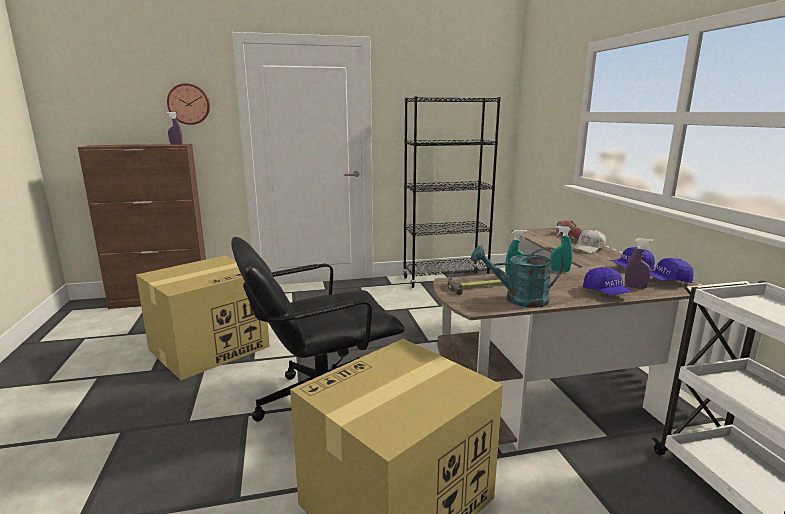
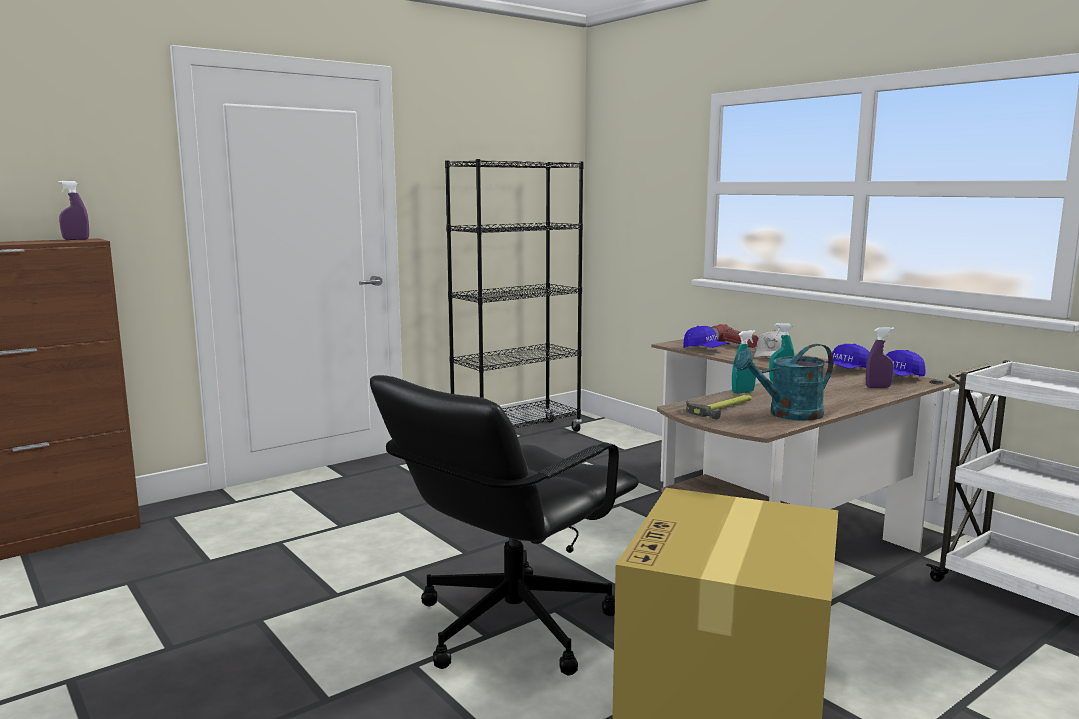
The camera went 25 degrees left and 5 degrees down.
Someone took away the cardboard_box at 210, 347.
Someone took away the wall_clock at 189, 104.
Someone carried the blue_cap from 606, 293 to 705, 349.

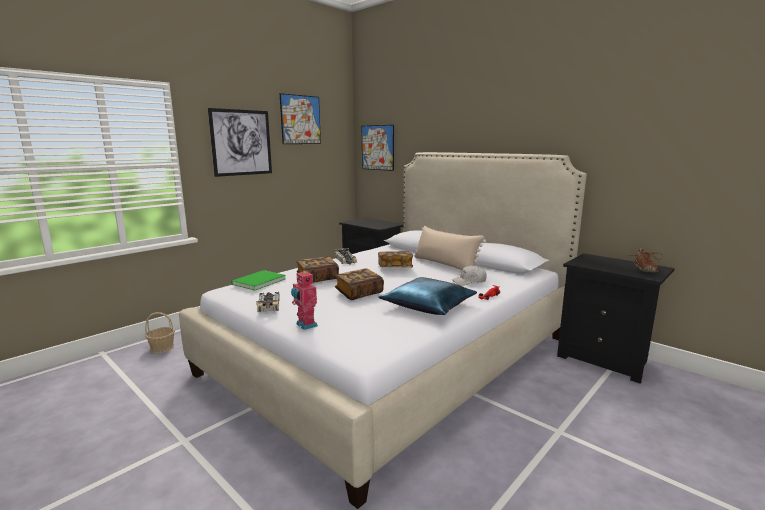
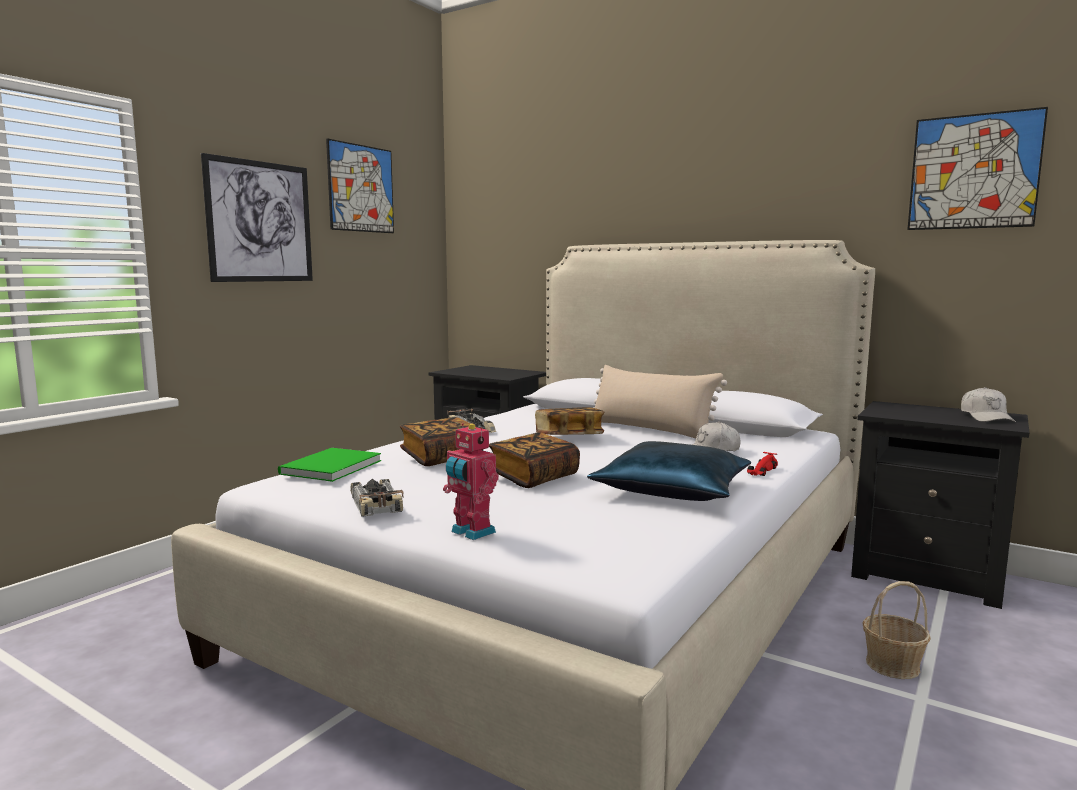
The camera went 10 degrees left and 5 degrees down.
Someone carried the basket from 162, 348 to 892, 665.
Someone carried the picture from 377, 147 to 974, 172.
Someone swapped the brown_shoe at 644, 269 for the white_cap at 986, 417.

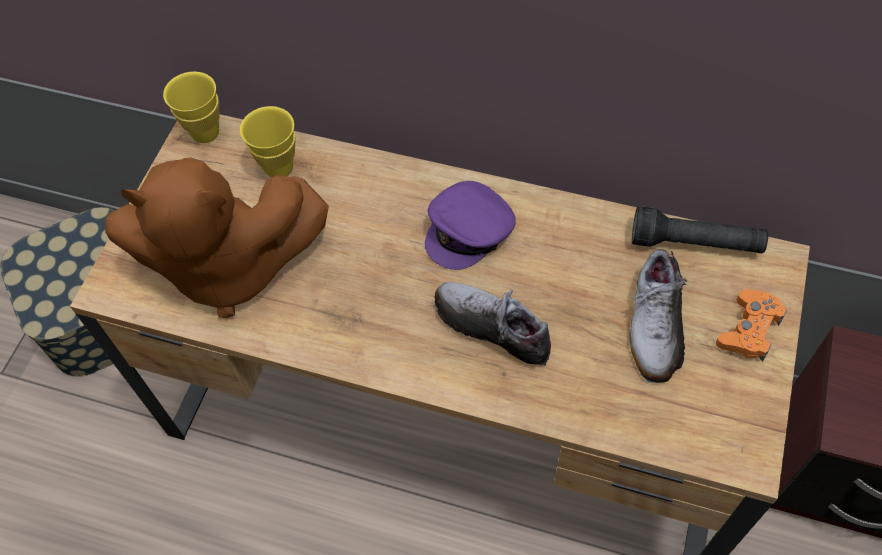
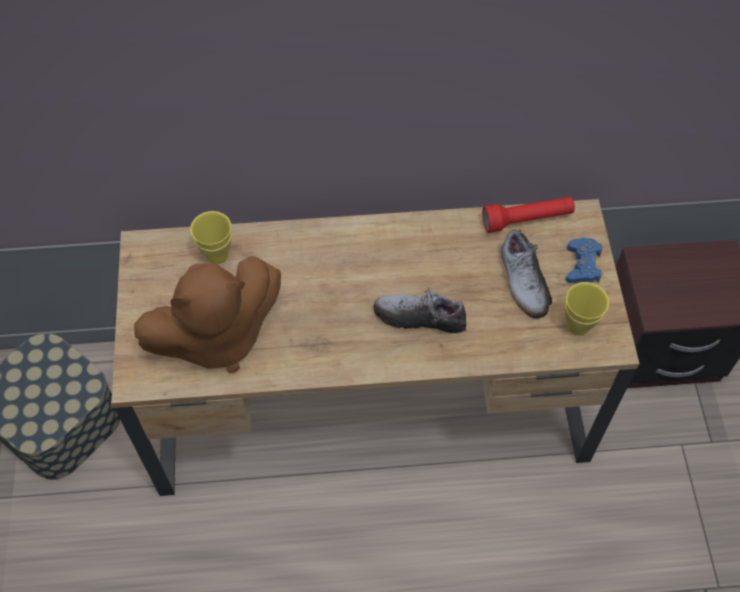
The camera went 25 degrees left and 0 degrees up.
Someone carried the yellow_cup from 205, 133 to 578, 326.
Someone took away the purple_cap at 470, 231.
Someone repainted the black_flashlight at 695, 243, which became the red_flashlight at 527, 220.
Someone repainted the orange_game_controller at 749, 330, which became the blue_game_controller at 582, 265.

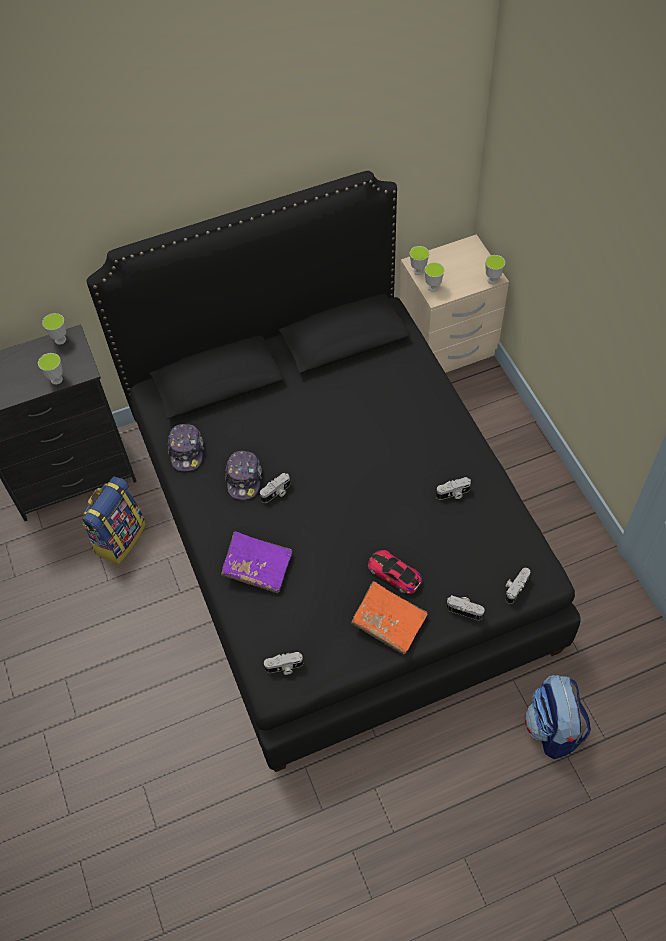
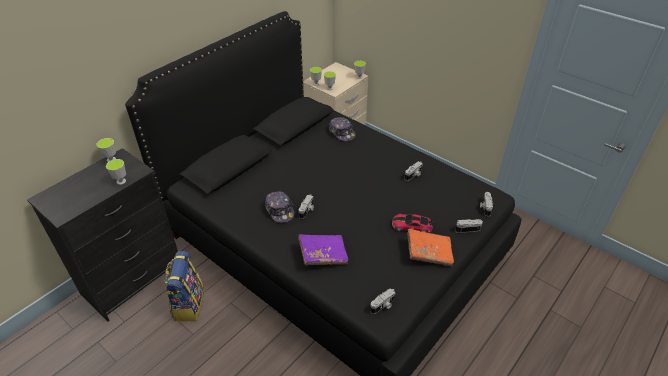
The camera went 30 degrees left and 15 degrees down.
Someone carried the cap from 186, 451 to 342, 133.
Someone took away the backpack at 552, 728.

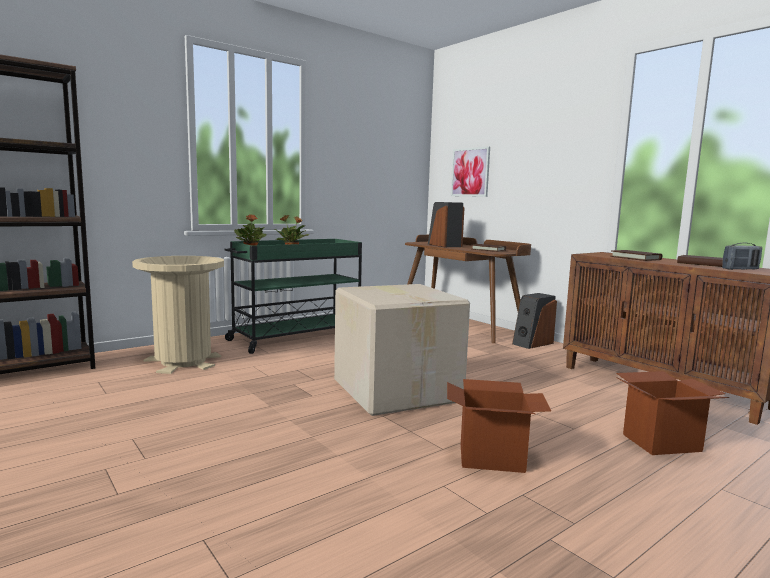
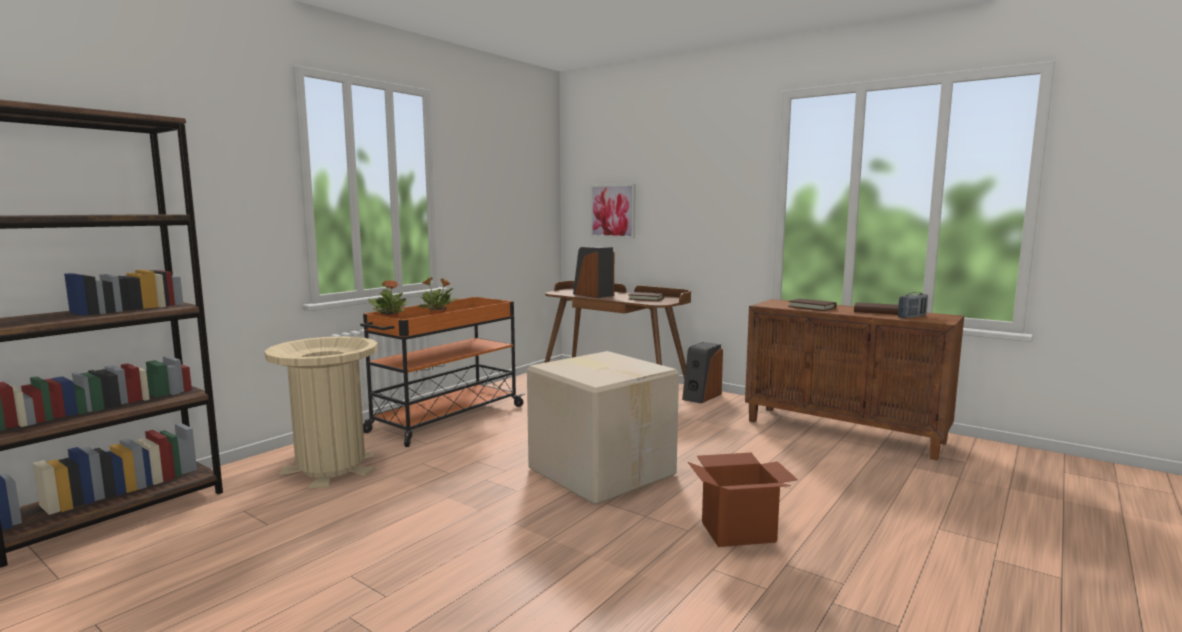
The camera went 15 degrees left and 0 degrees up.
Someone repainted the green_cart at 296, 338, which became the orange_cart at 445, 419.
Someone took away the cardboard_box at 661, 443.

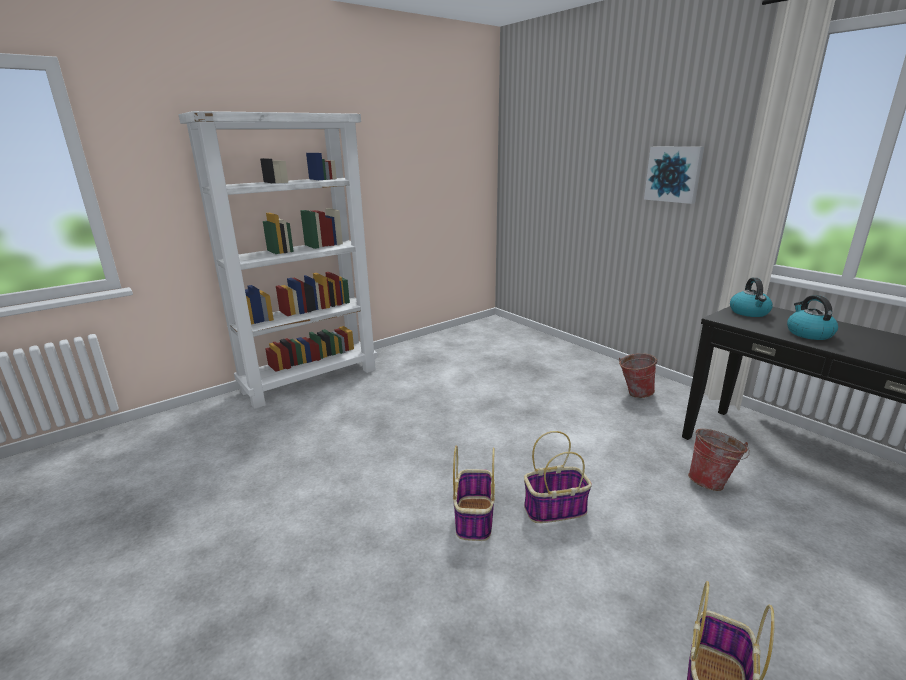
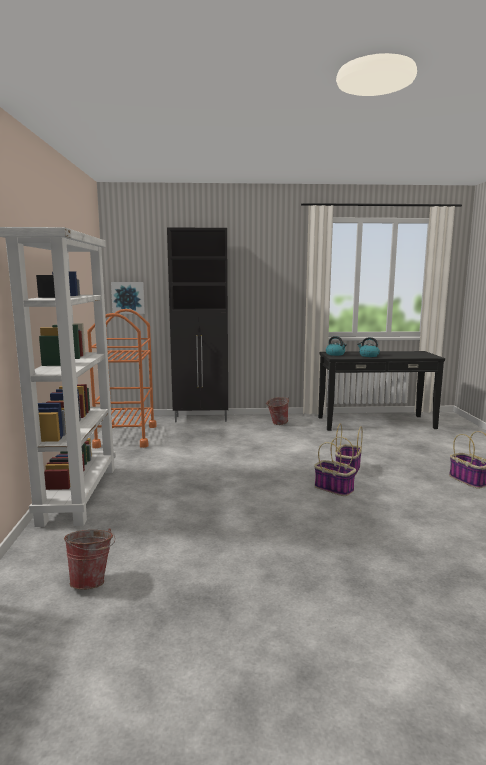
The camera went 55 degrees left and 10 degrees down.
Someone carried the picture from 674, 174 to 128, 297.
Someone carried the bucket from 712, 482 to 92, 581.
Someone put down the orange_cart at 126, 436.
Someone put down the black_cabinet at 202, 419.

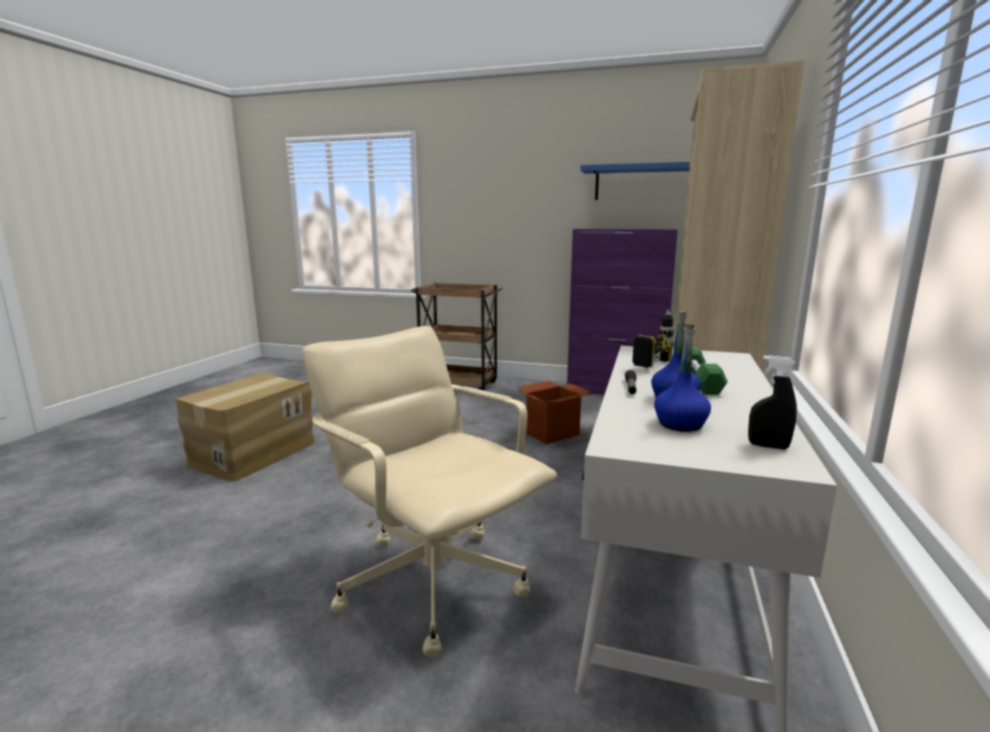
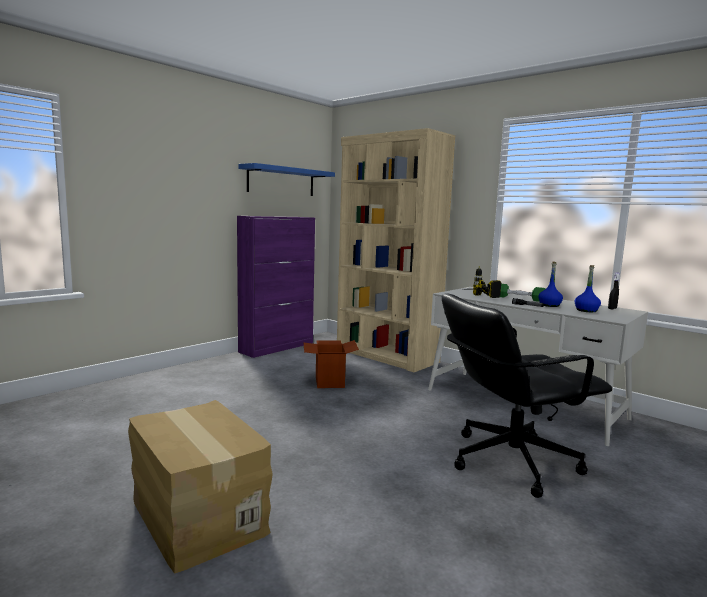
The camera went 65 degrees left and 5 degrees down.
Someone repainted the beige_office_chair at 432, 581, which became the black_office_chair at 510, 460.
Someone took away the brown_cart at 459, 385.

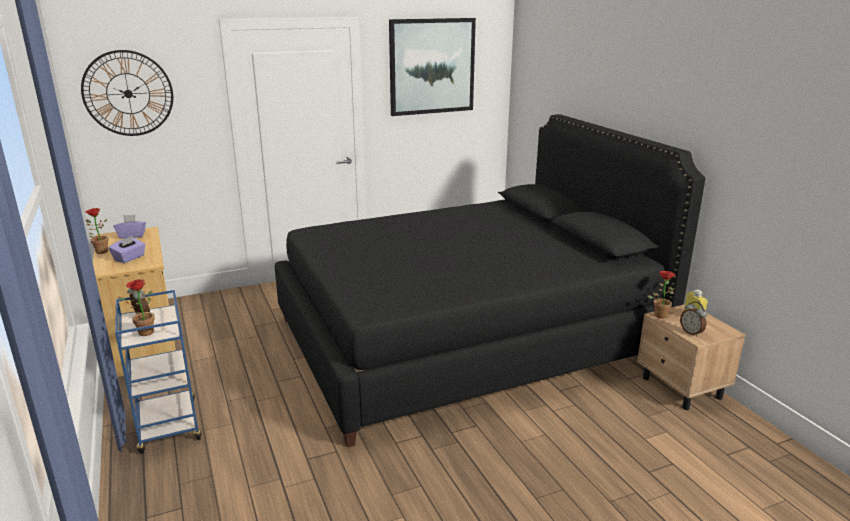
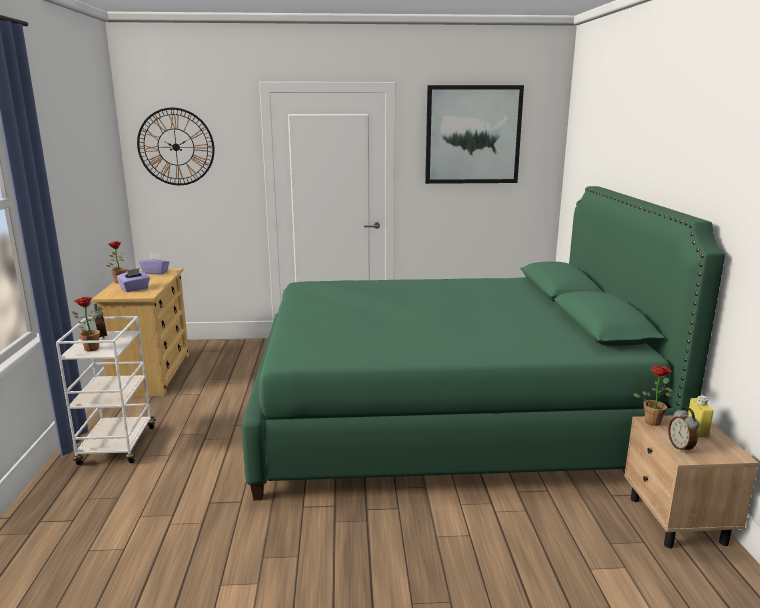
The camera went 20 degrees right and 5 degrees down.
Someone repainted the blue_cart at 169, 426, which became the white_cart at 117, 446.
Someone repainted the black_bed at 465, 338, which became the green_bed at 445, 418.

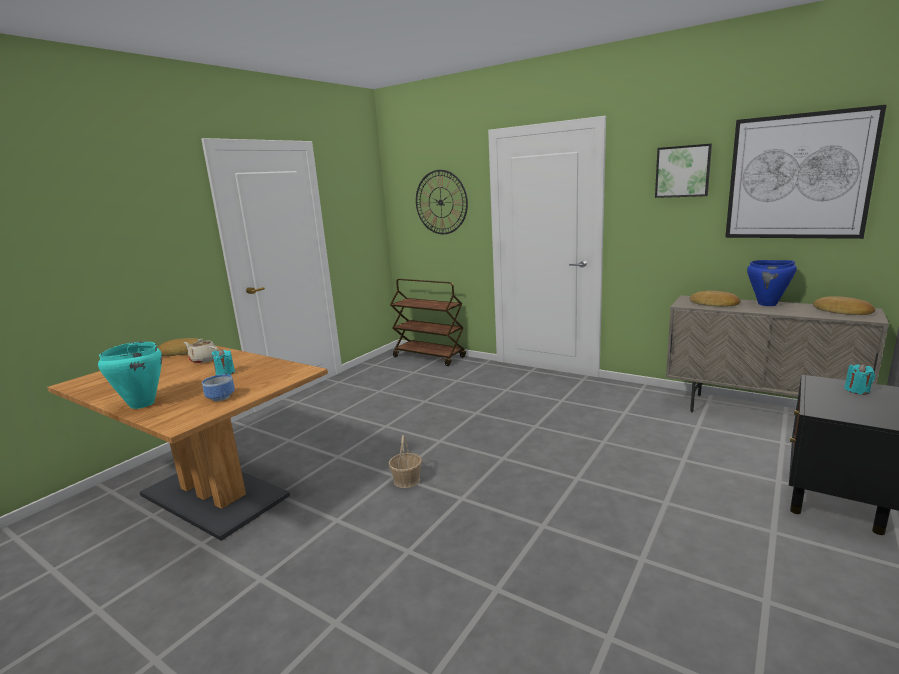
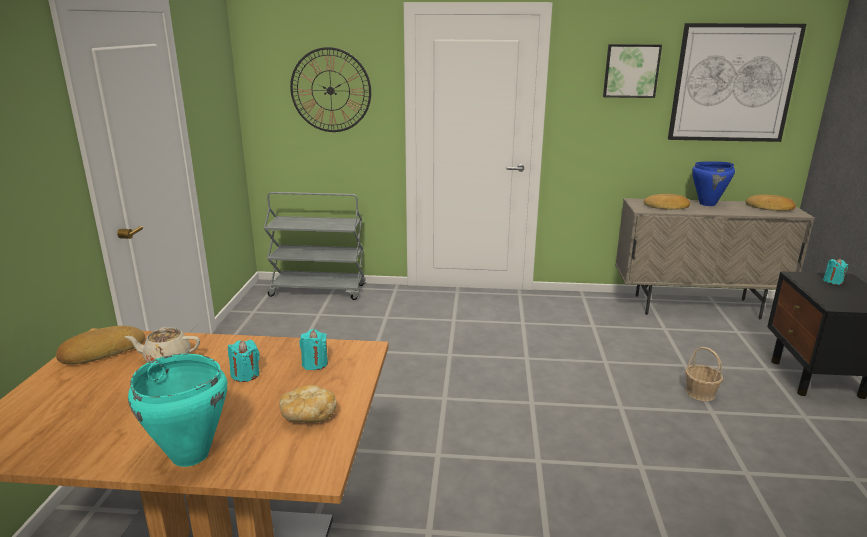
The camera went 30 degrees left and 5 degrees up.
Someone swapped the bowl at 219, 398 for the bread at 307, 416.
Someone carried the basket from 407, 480 to 700, 393.
Someone repainted the brown_cart at 430, 357, which became the grey_cart at 319, 290.
Someone put down the turquoise_candle at 315, 364.

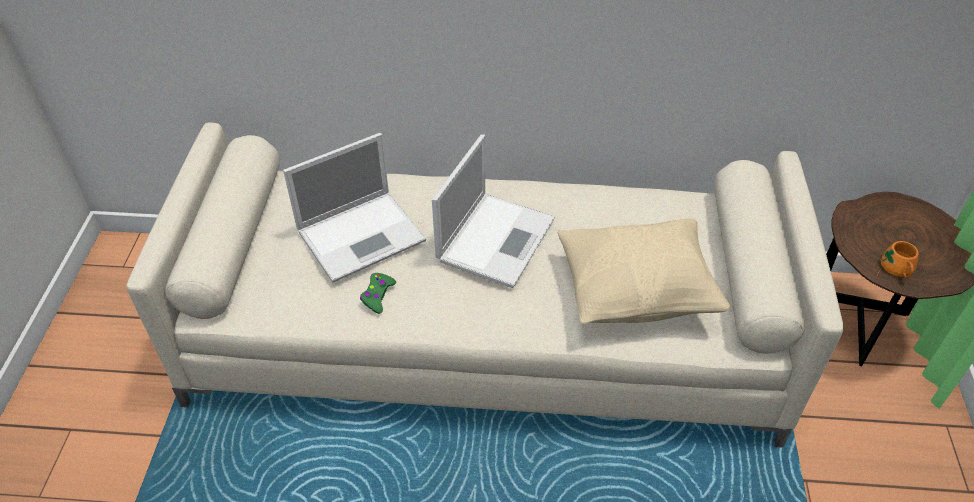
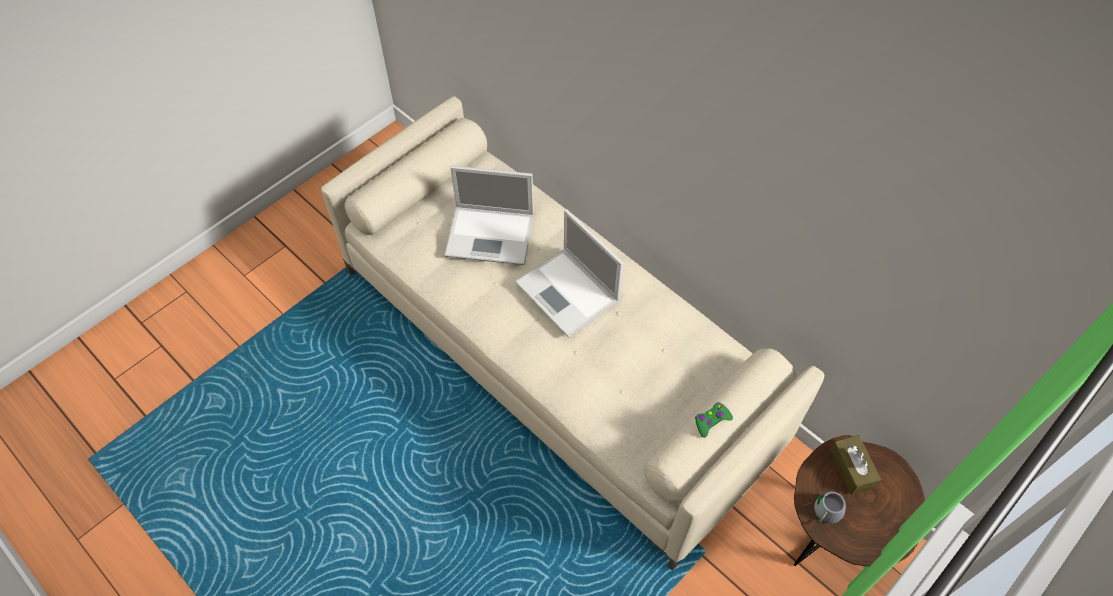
The camera went 40 degrees right and 10 degrees up.
Someone carried the green_game_controller from 377, 296 to 711, 421.
Someone rotated the laptop at 496, 237 by 75 degrees clockwise.
Someone took away the beige_pillow at 636, 293.
Someone repainted the orange_mug at 894, 269, which became the grey_mug at 823, 510.
Someone put down the brown_tissue_box at 851, 468.

